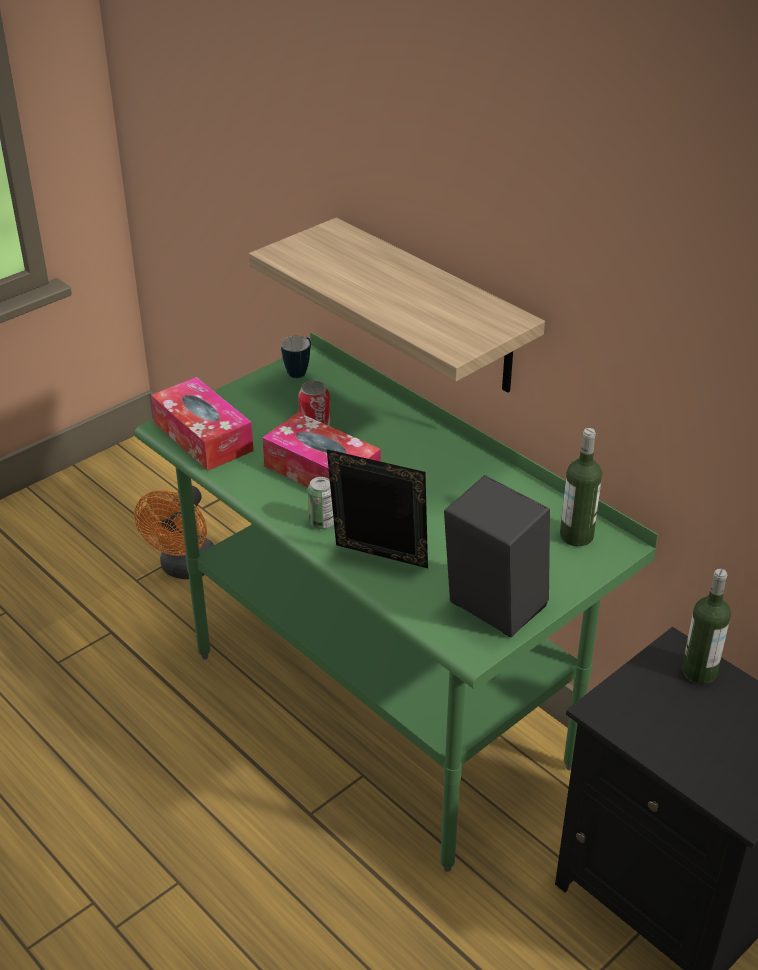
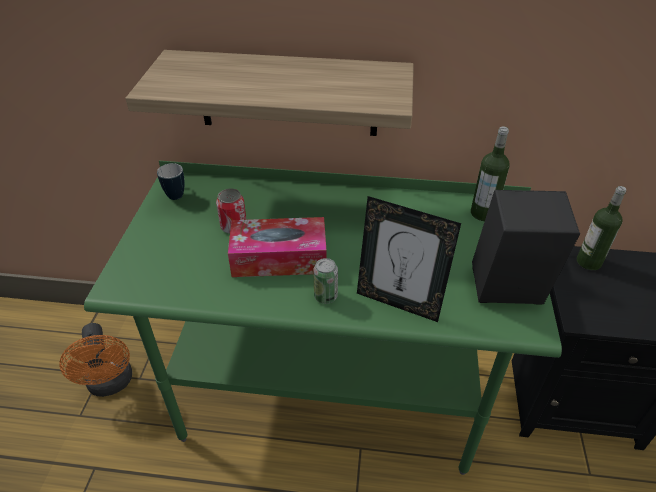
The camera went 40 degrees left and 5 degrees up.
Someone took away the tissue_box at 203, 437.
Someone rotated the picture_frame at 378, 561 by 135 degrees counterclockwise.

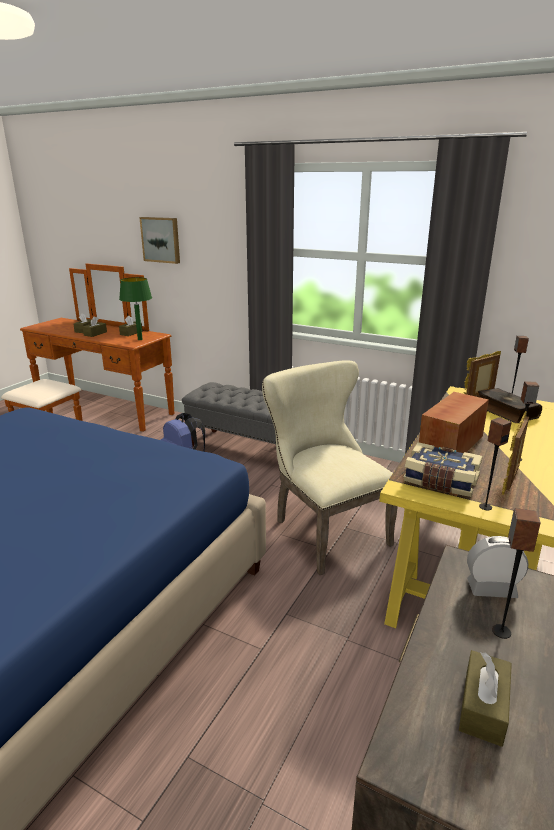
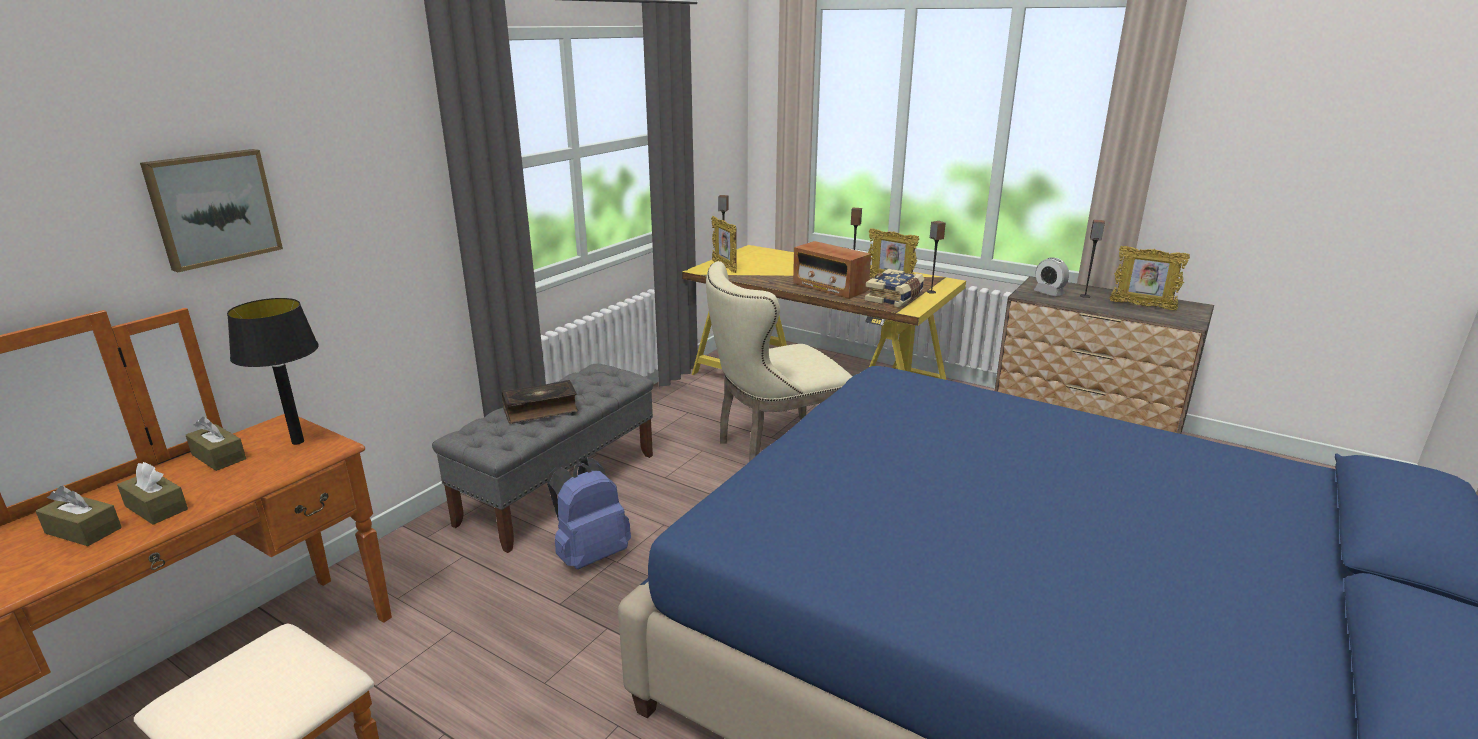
The camera went 85 degrees left and 0 degrees up.
Someone repainted the green_table_lamp at 140, 339, which became the black_table_lamp at 297, 442.
Someone swapped the brown_tissue_box at 483, 707 for the picture_frame at 1142, 306.
Someone rotated the alarm_clock at 491, 589 by 45 degrees counterclockwise.
Someone carried the book from 505, 412 to 541, 410.

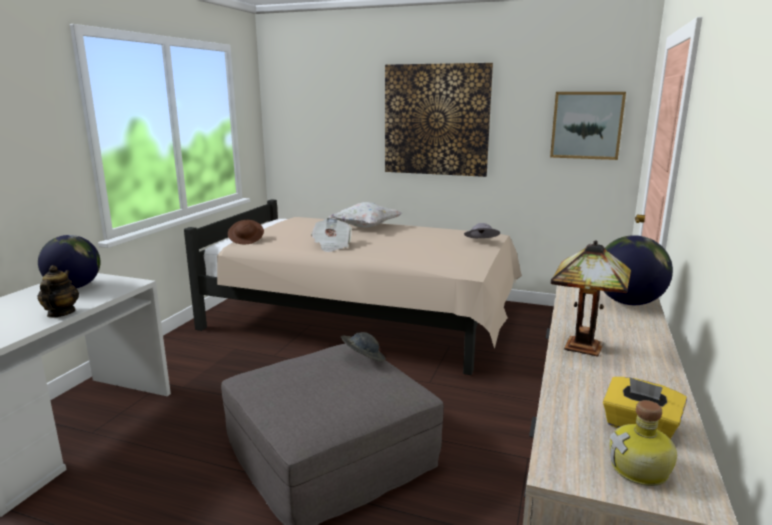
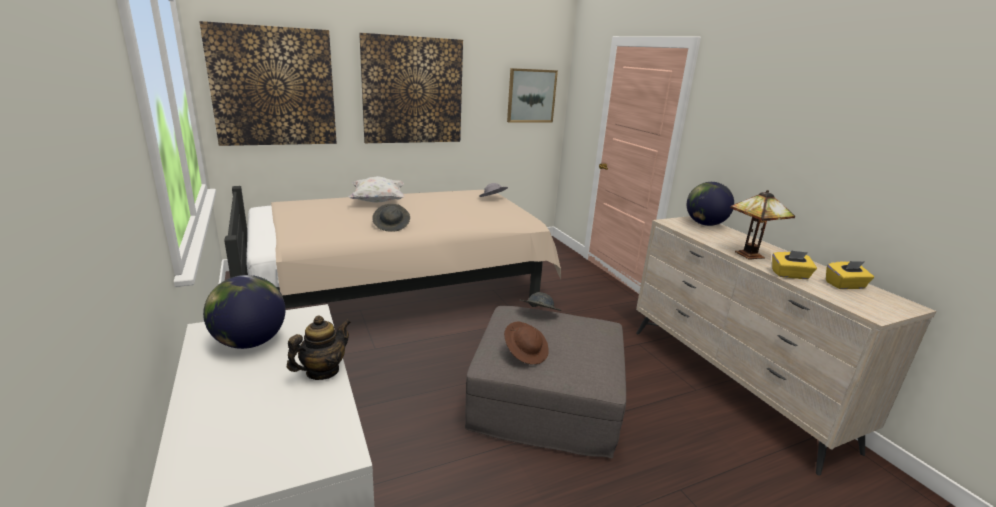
The camera went 45 degrees left and 5 degrees up.
Someone rotated the teapot at 61, 313 by 90 degrees clockwise.
Someone carried the brown_hat from 246, 240 to 526, 352.
Someone swapped the newspaper at 332, 246 for the grey_hat at 392, 226.
Someone took away the bottle at 641, 470.
Someone put up the picture at 273, 87.
Someone put down the yellow_tissue_box at 790, 275.

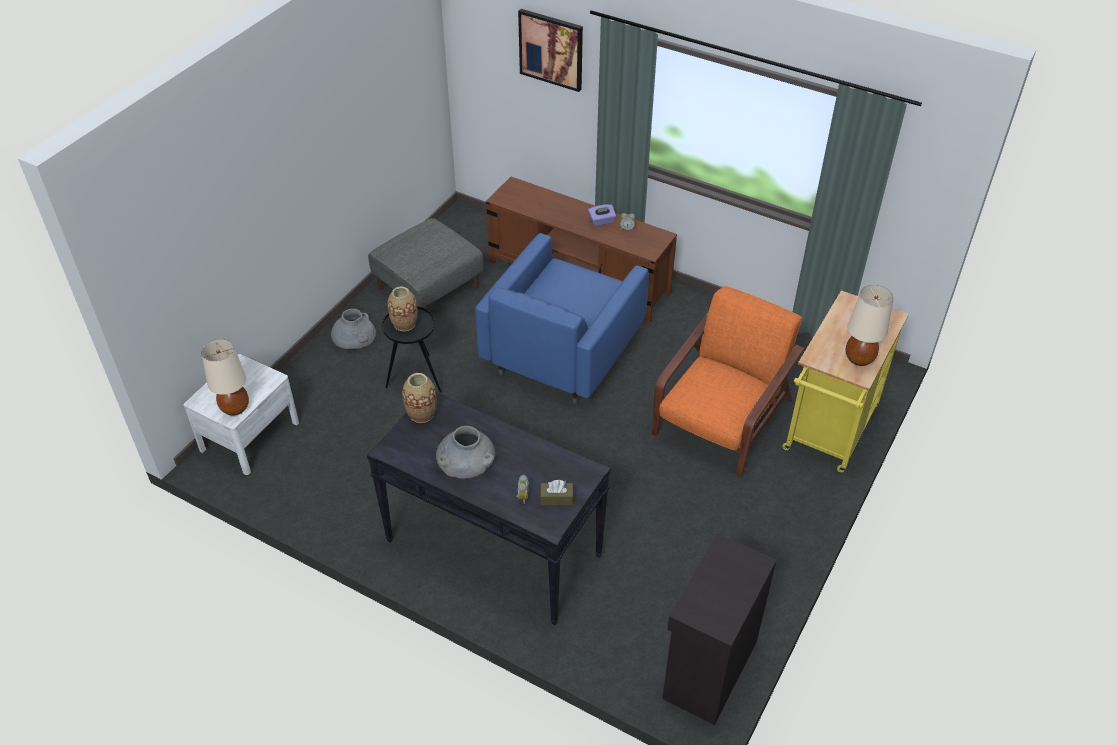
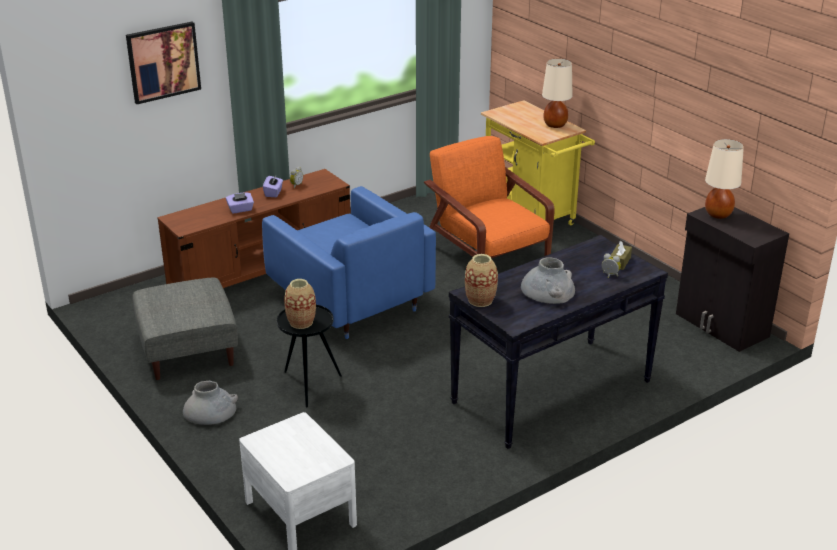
The camera went 65 degrees left and 15 degrees down.
Someone carried the beige_table_lamp from 235, 408 to 718, 214.
Someone put down the purple_tissue_box at 240, 210.

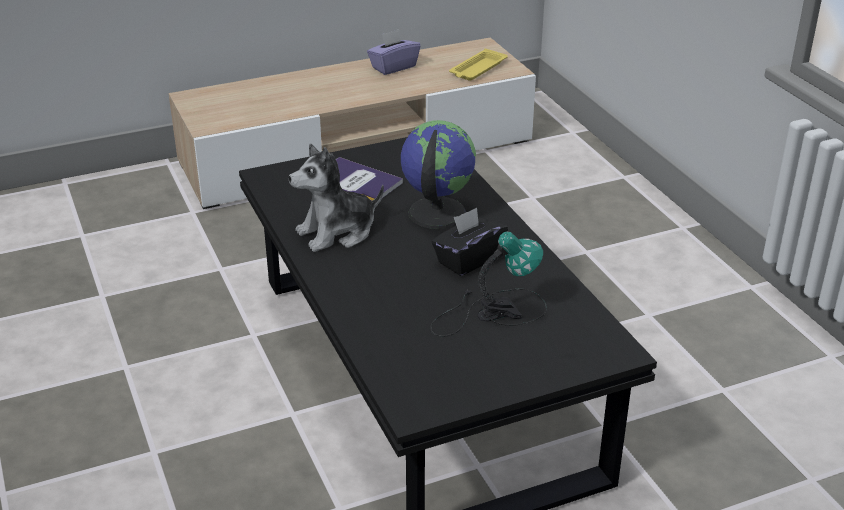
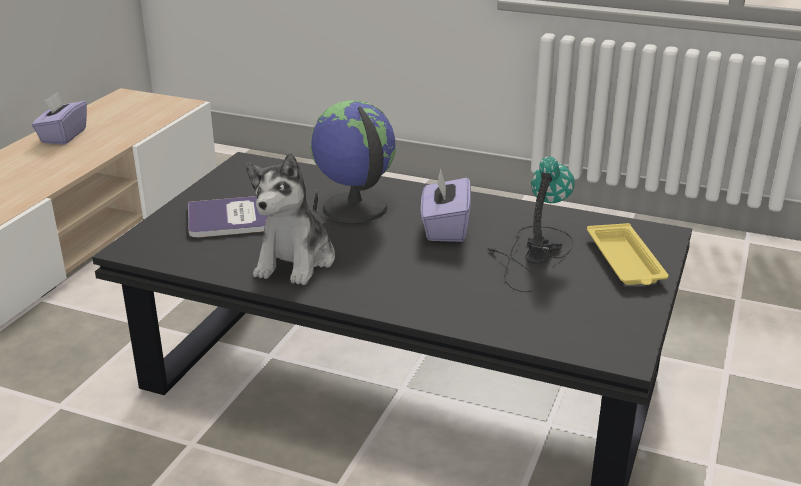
The camera went 45 degrees left and 5 degrees down.
Someone repainted the black_tissue_box at 468, 260, which became the purple_tissue_box at 445, 228.
Someone carried the yellow_tray from 477, 69 to 625, 261.

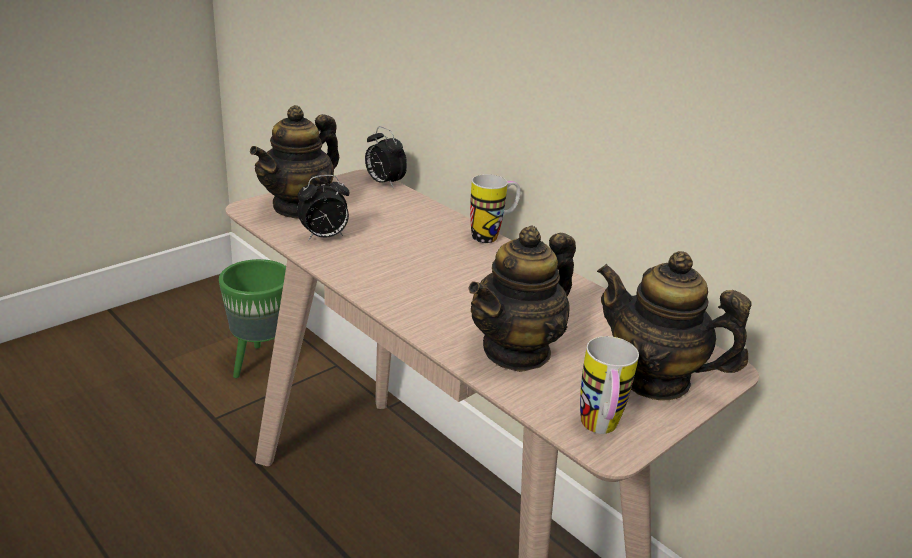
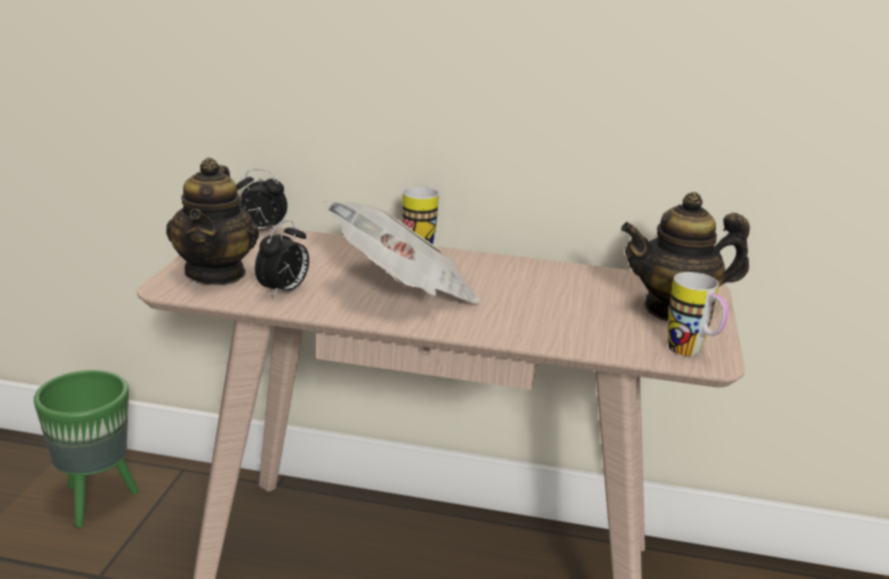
The camera went 35 degrees left and 5 degrees down.
Someone took away the teapot at 517, 350.
Someone put down the newspaper at 404, 290.

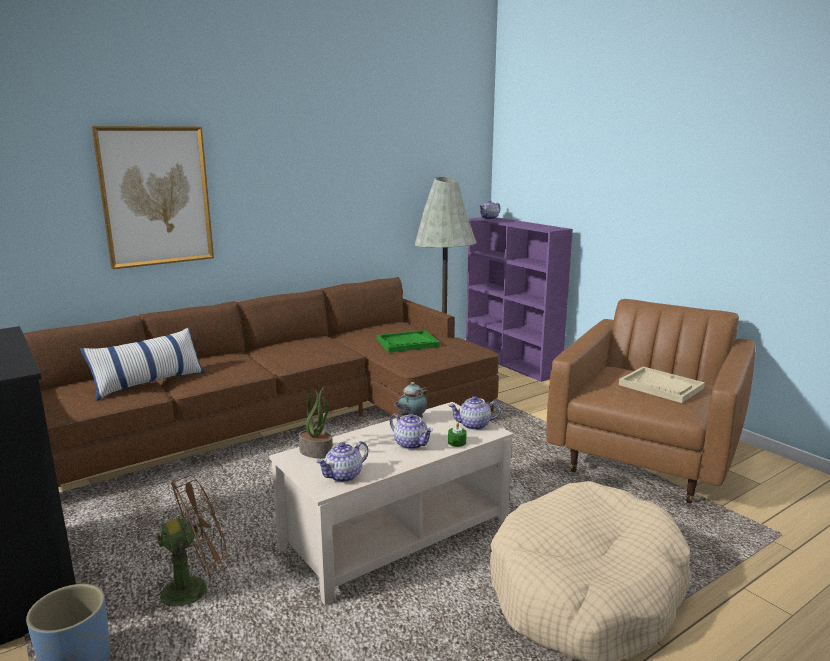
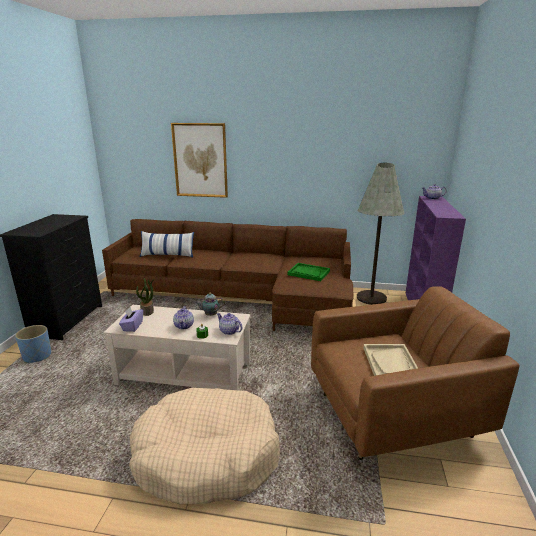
The camera went 45 degrees right and 5 degrees up.
Someone took away the brown_fan at 194, 587.
Someone swapped the teapot at 343, 476 for the purple_tissue_box at 132, 326.

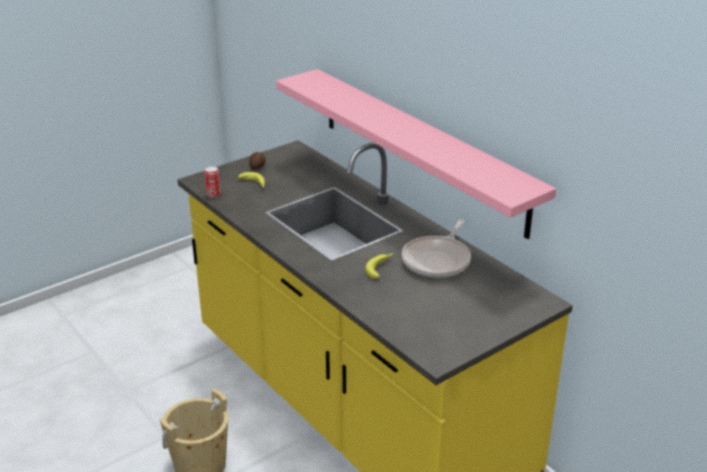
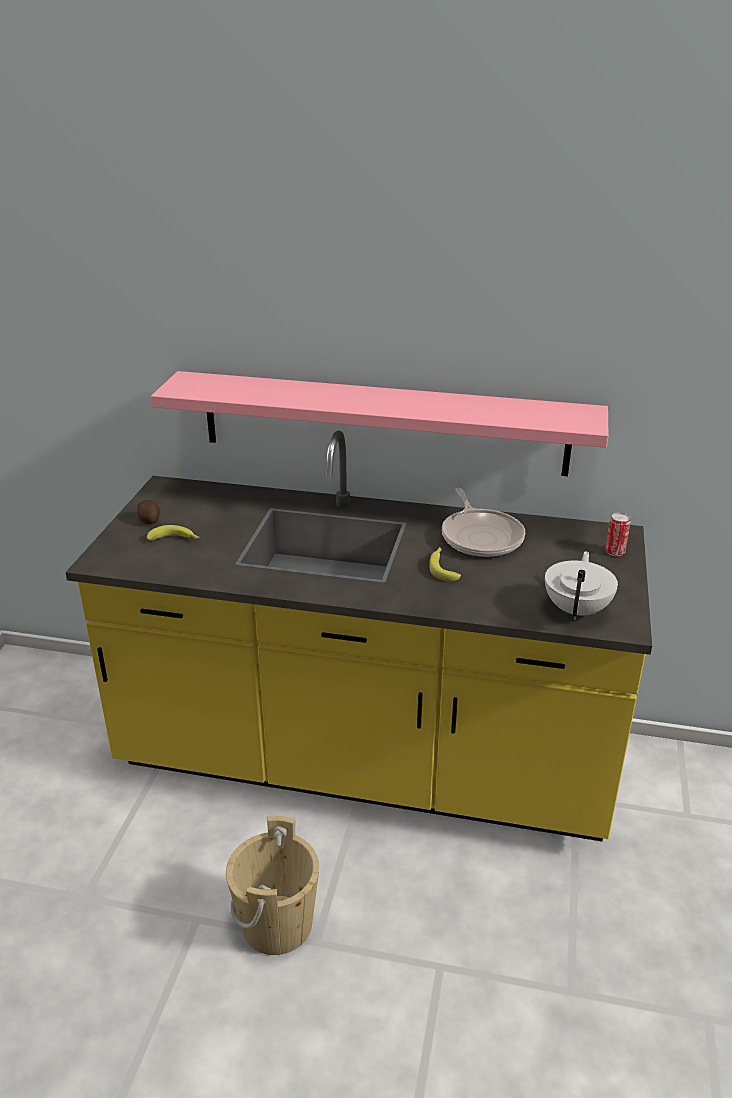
The camera went 40 degrees left and 0 degrees up.
Someone carried the can from 213, 194 to 615, 552.
Someone put down the white_teapot at 577, 609.

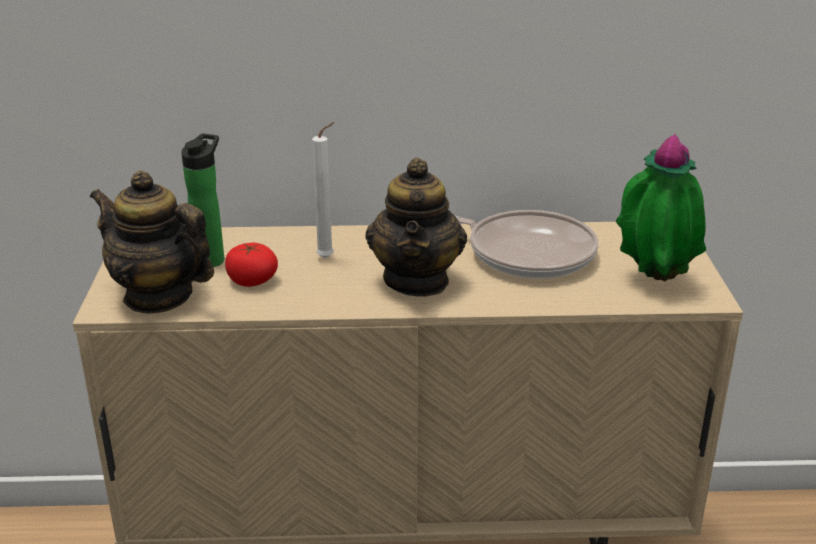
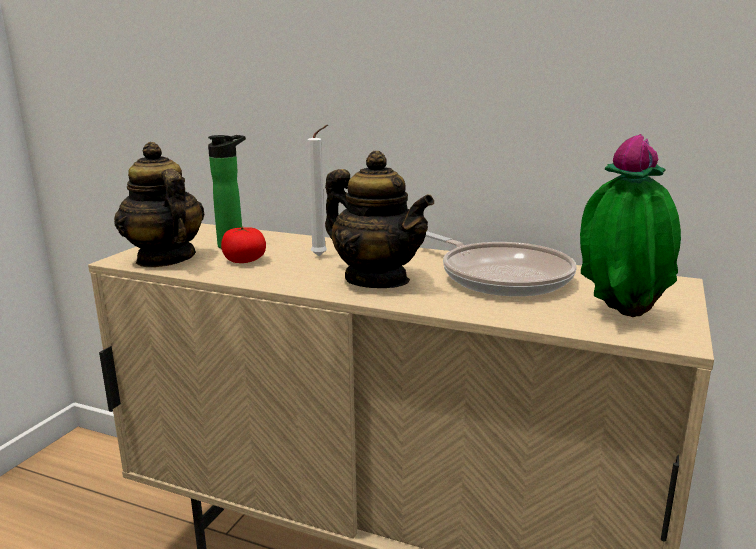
The camera went 25 degrees right and 10 degrees down.
Someone rotated the teapot at 417, 280 by 75 degrees counterclockwise.

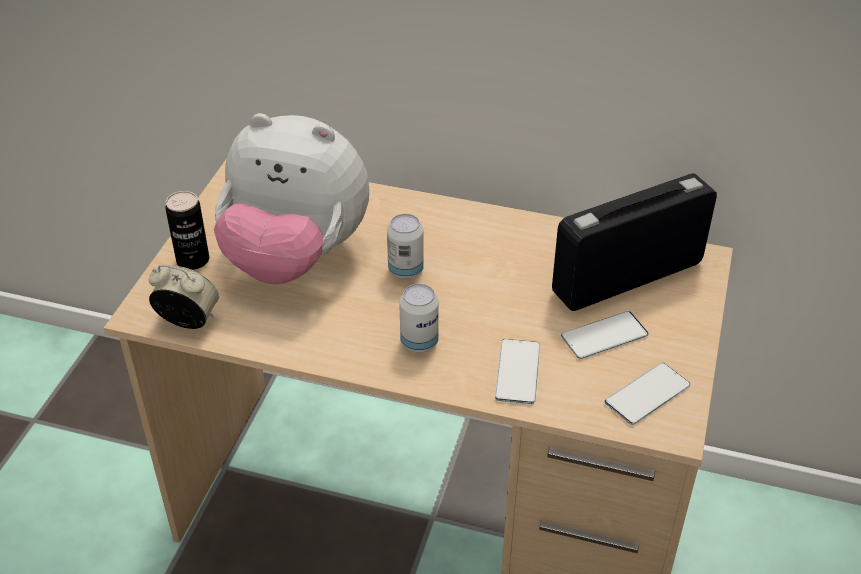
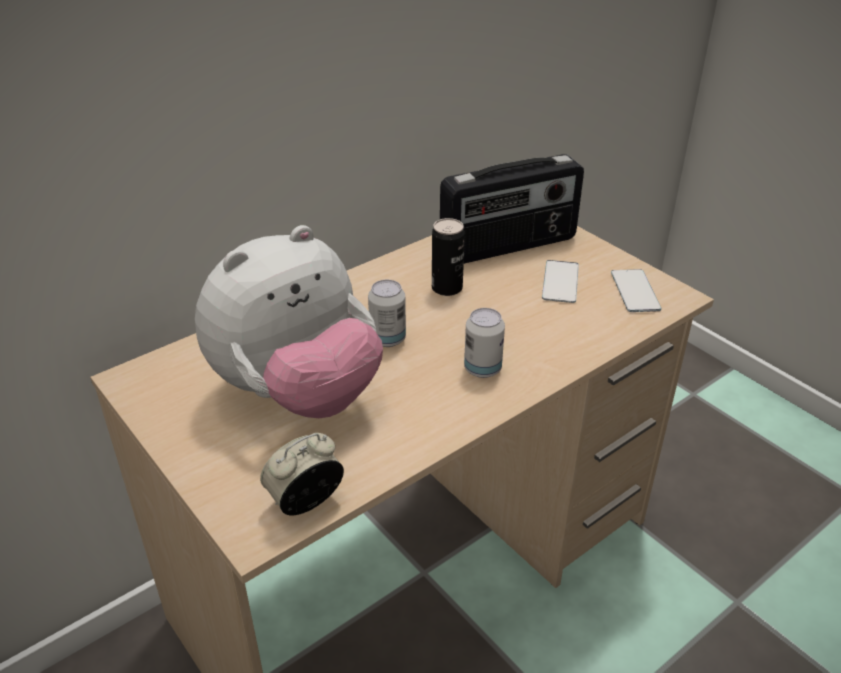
The camera went 55 degrees left and 5 degrees down.
Someone carried the can from 193, 260 to 447, 288.
Someone took away the phone at 517, 371.
Someone rotated the radio at 626, 277 by 120 degrees counterclockwise.

